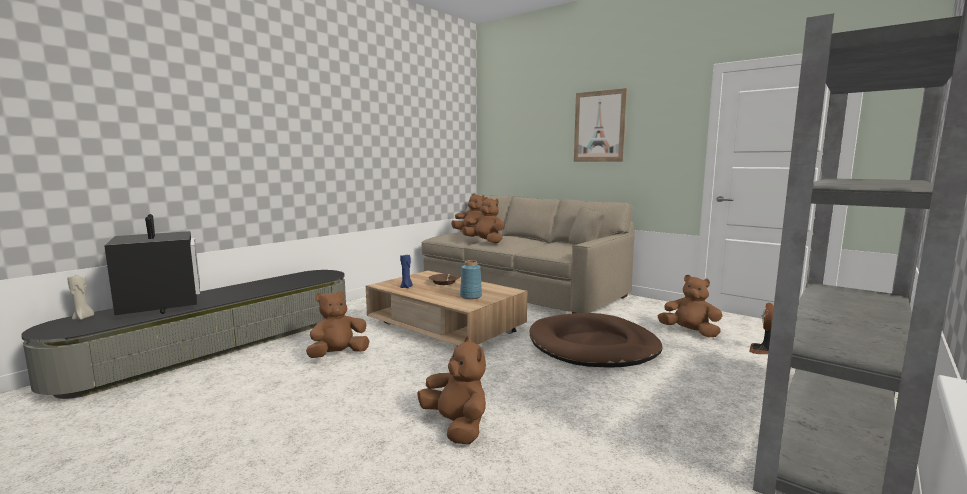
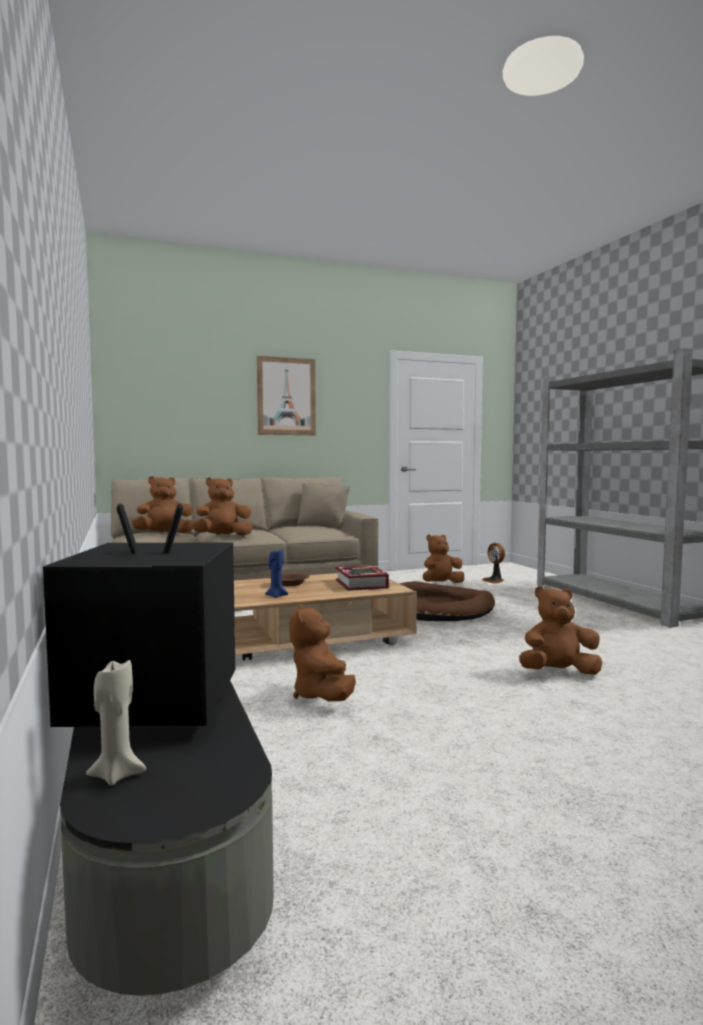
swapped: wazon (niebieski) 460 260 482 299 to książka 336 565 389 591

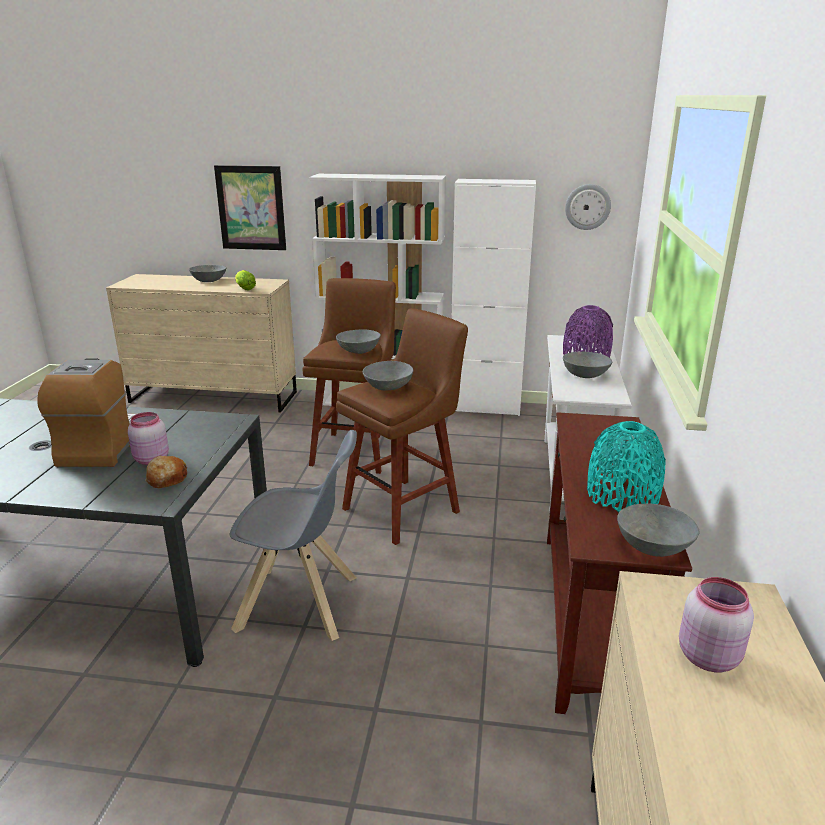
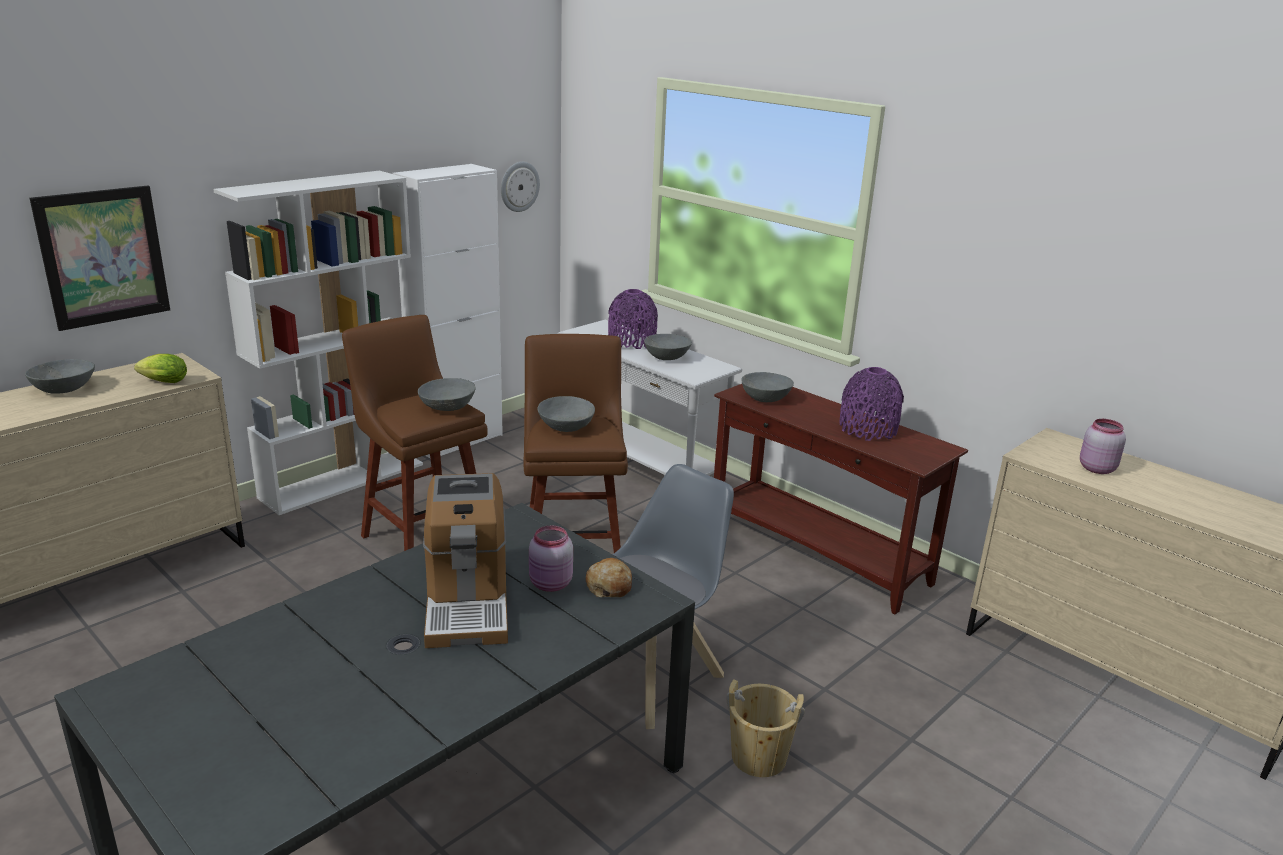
new: wiadro (beżowy) 726 679 805 777
shifted: miska (szary) 617 503 699 557 to 741 372 794 402
repainted: wazon (turkusowy) 587 421 666 512 to wazon (fioletowy) 839 367 904 441
rotated: ekspres do kawy 37 358 136 467 = 423 473 508 648 135 degrees counterclockwise

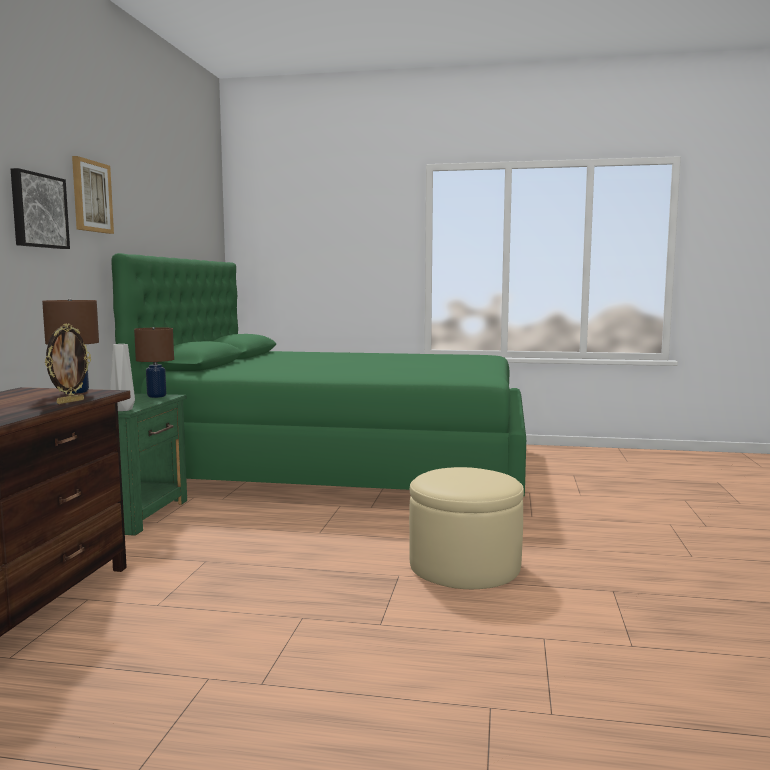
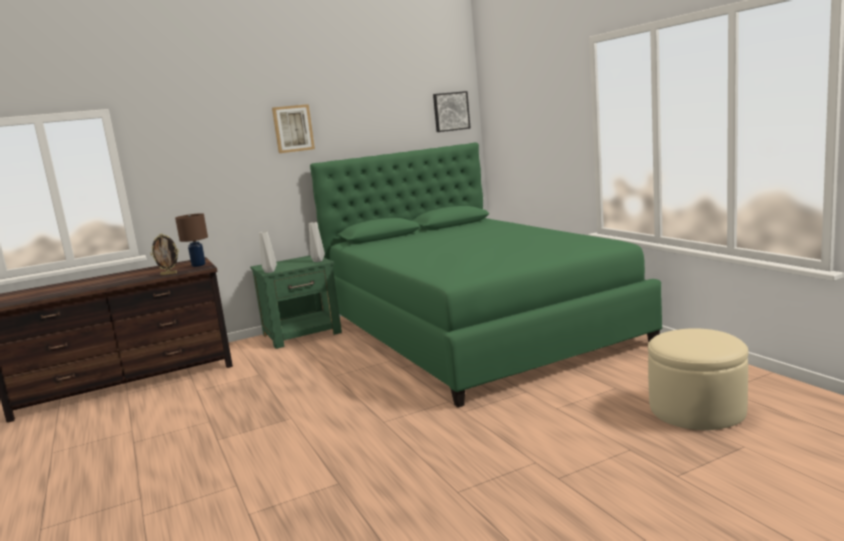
shifted: obraz 11 168 70 249 to 433 91 471 132; pufa (beżowy) 409 467 524 589 to 648 328 748 430
swapped: lampa stołowa (brązowy) 134 327 174 398 to wazon (szary) 309 222 325 262

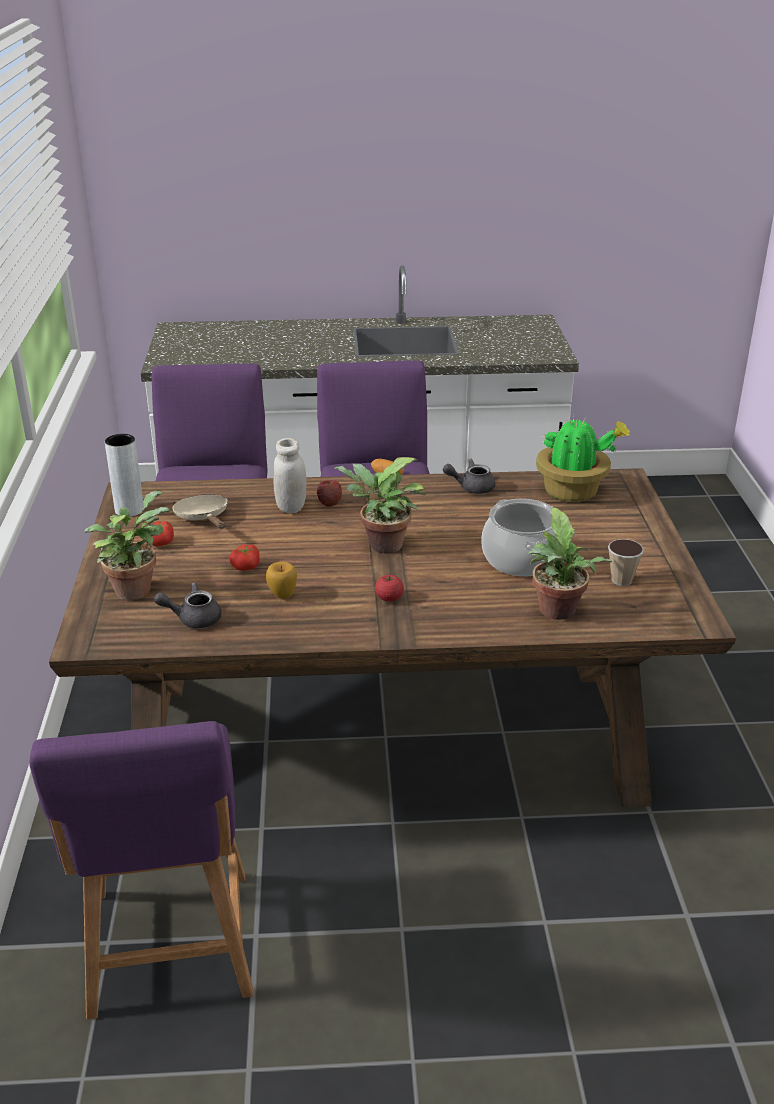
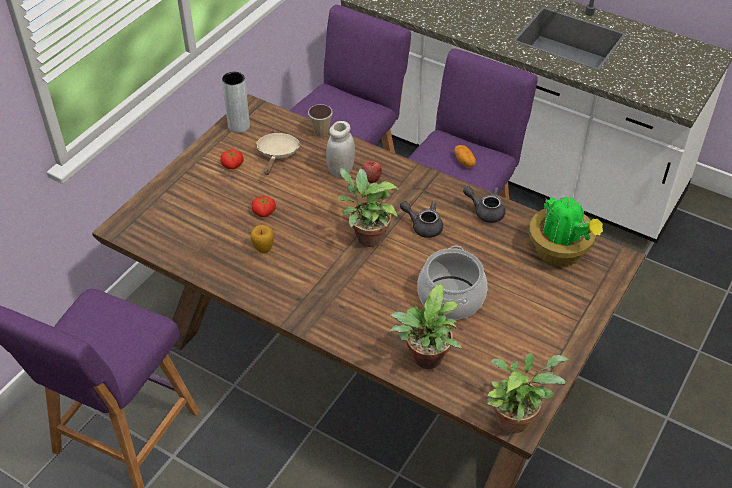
gone: pomidor 375 574 404 602
shifted: roślina doniczkowa 84 491 169 600 to 487 353 569 433; imbryk (szary) 154 582 221 628 to 400 201 443 238; filiżanka 608 539 644 586 to 308 104 333 137

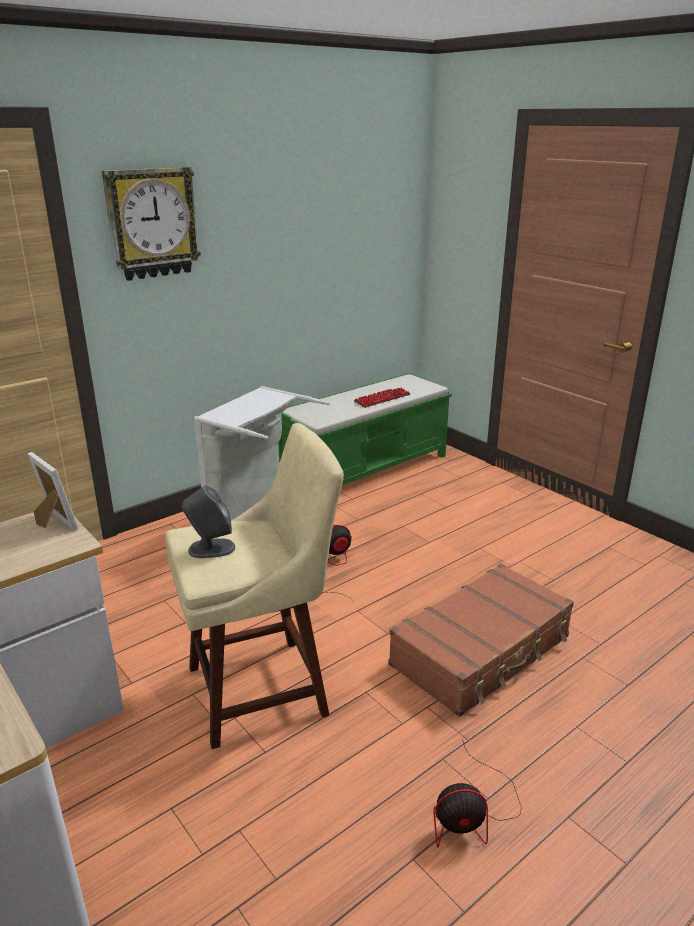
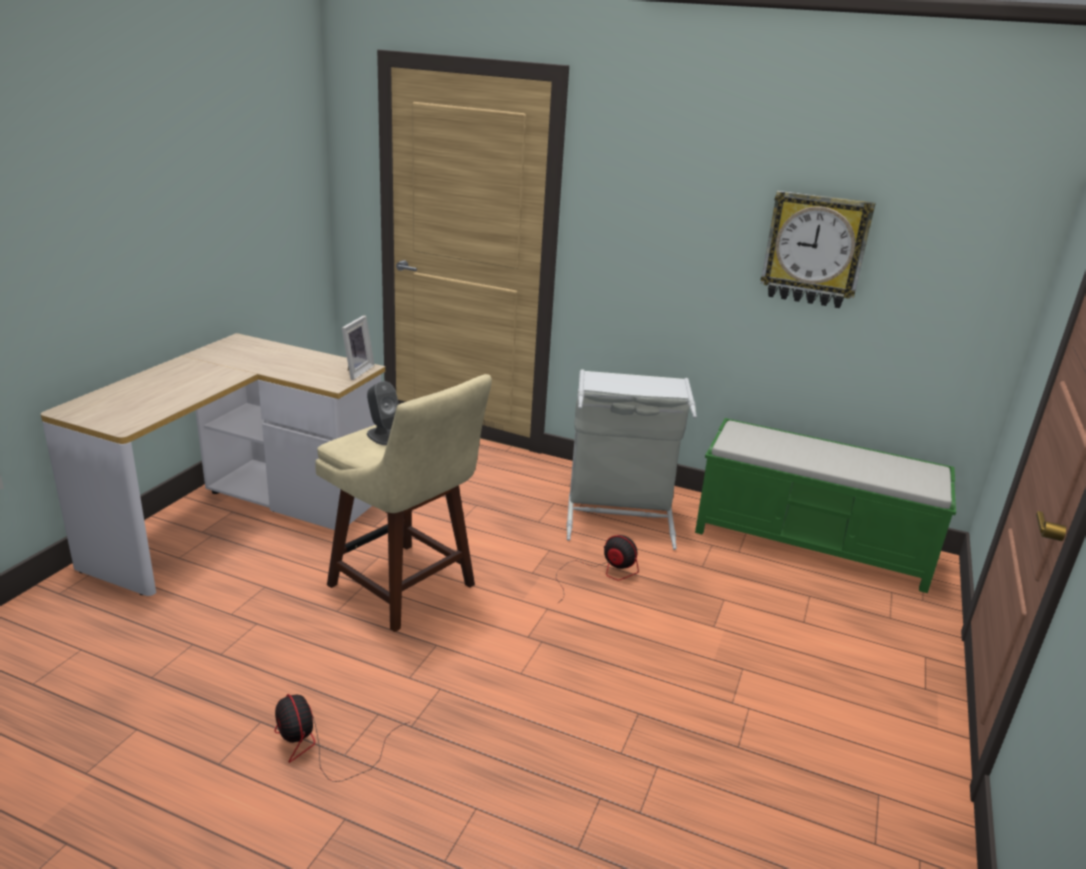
gone: klawiatura 354 388 410 408; walizka (brązowy) 388 563 574 717
shifted: zegar ścienny 102 167 201 281 to 760 191 876 308

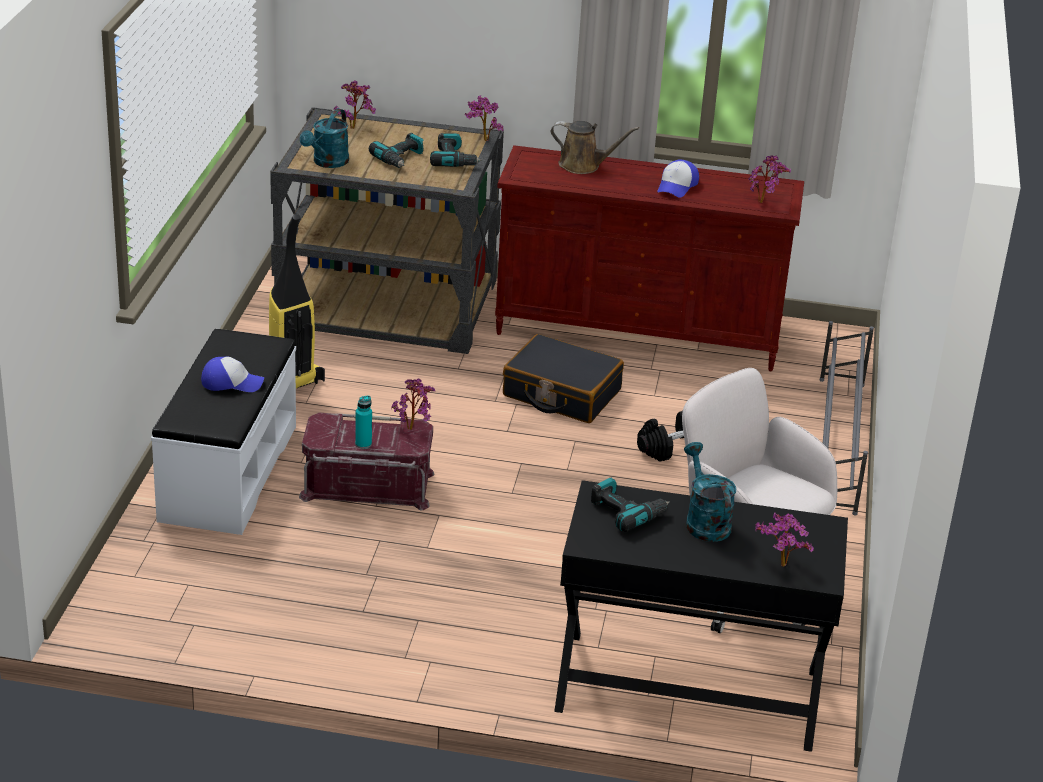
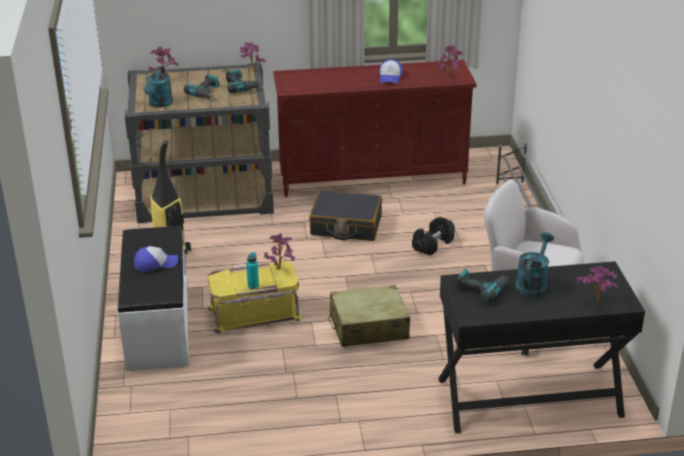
gone: konewka (brązowy) 551 121 639 174
new: walizka (beżowy) 328 285 410 347
repainted: pojemnik do przechowywania (czerwony) 299 413 435 510 to pojemnik do przechowywania (żółty) 207 261 303 334
rotated: konewka (turkusowy) 684 442 736 542 = 515 232 554 297 60 degrees clockwise

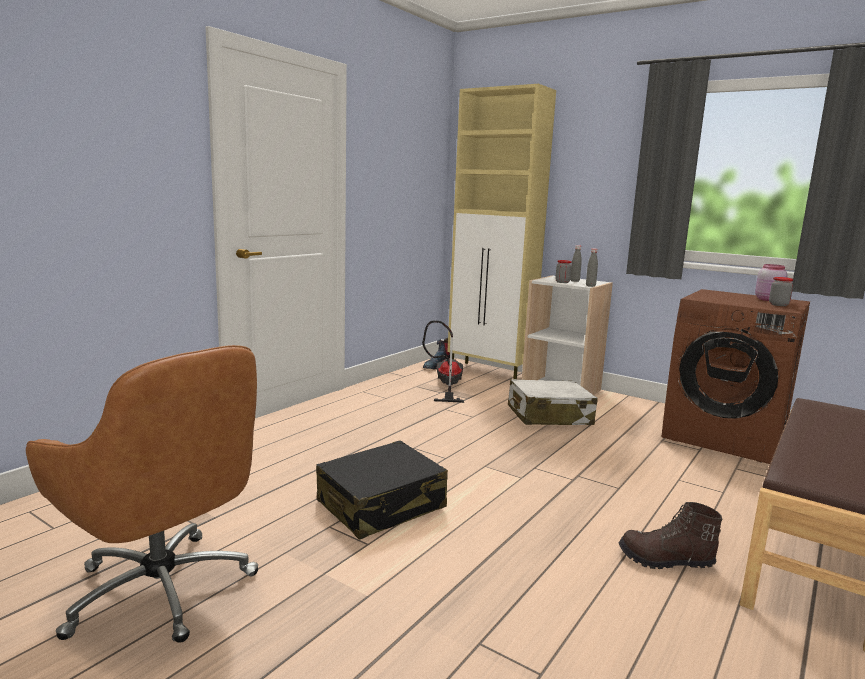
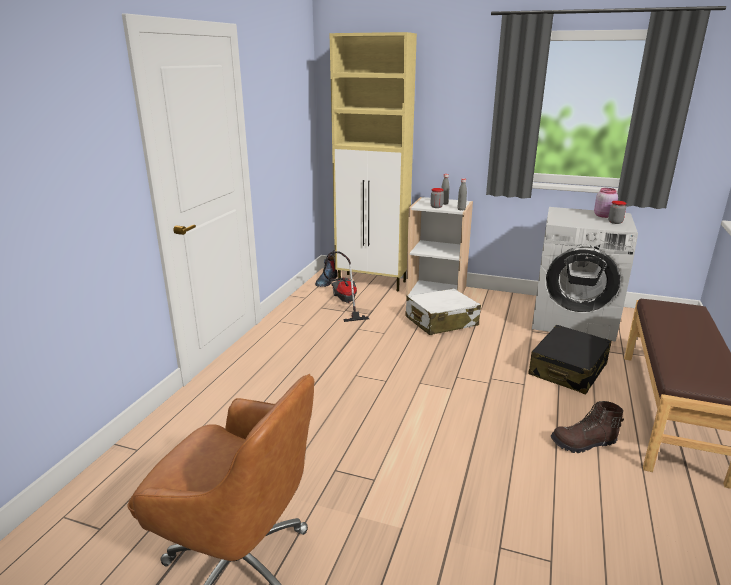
shifted: walizka (czarny) 316 441 448 539 to 528 325 612 394
repainted: pralka (brązowy) 661 289 810 464 to pralka (biały) 532 207 638 341

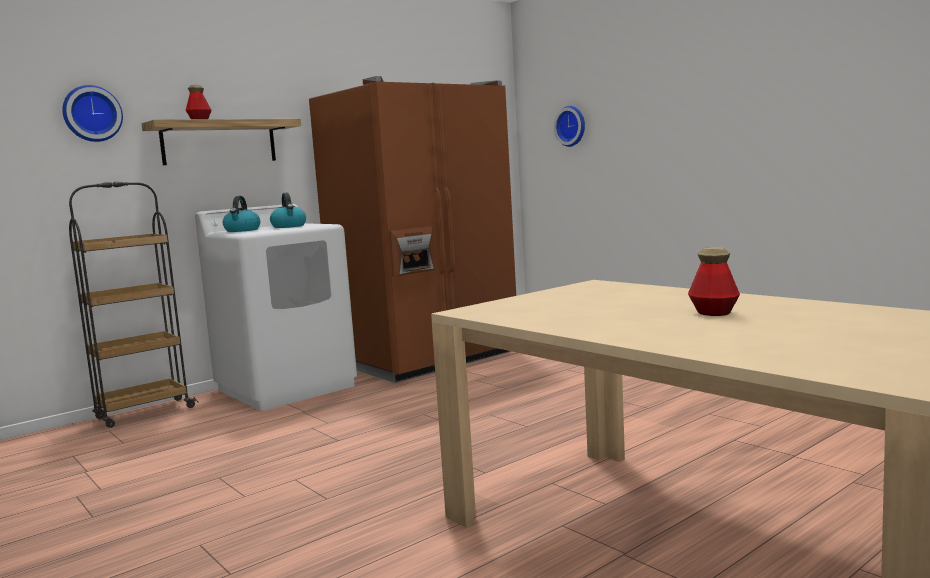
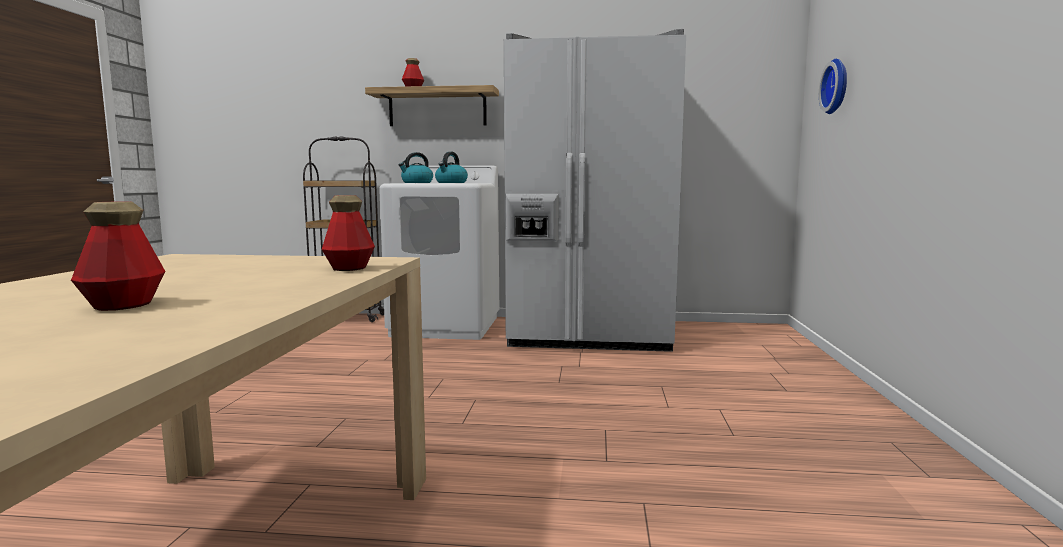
gone: zegar ścienny 62 85 123 142
new: butelka 322 195 375 271
repainted: lodówka (brązowy) 309 76 516 383 to lodówka (biały) 504 29 686 352

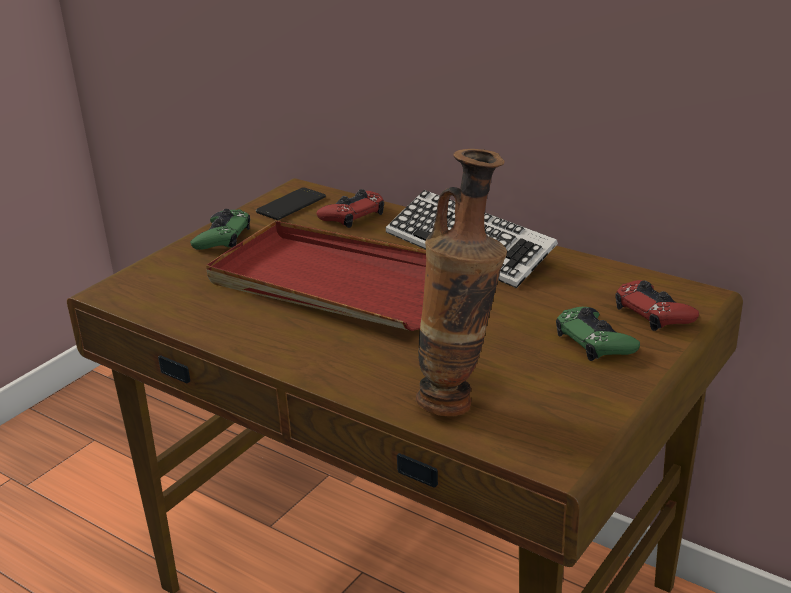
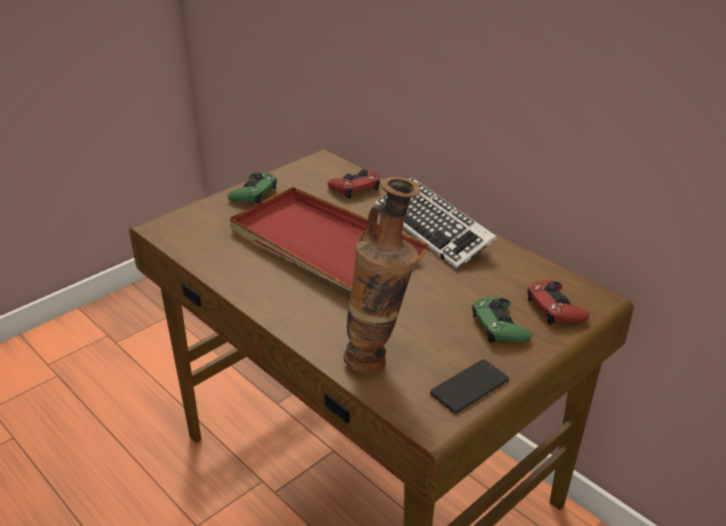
shifted: telefon 256 187 326 220 to 430 360 509 413

